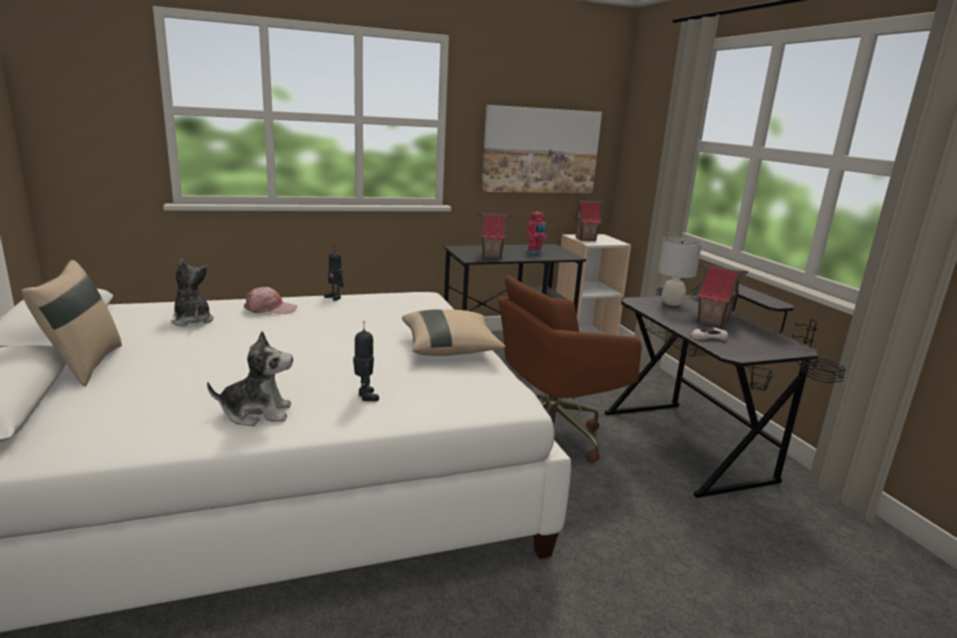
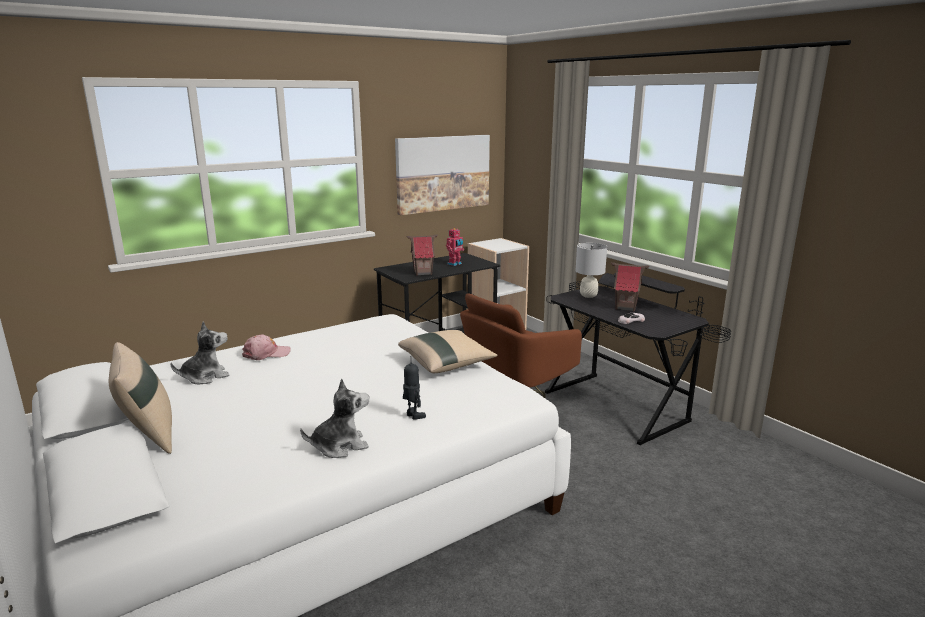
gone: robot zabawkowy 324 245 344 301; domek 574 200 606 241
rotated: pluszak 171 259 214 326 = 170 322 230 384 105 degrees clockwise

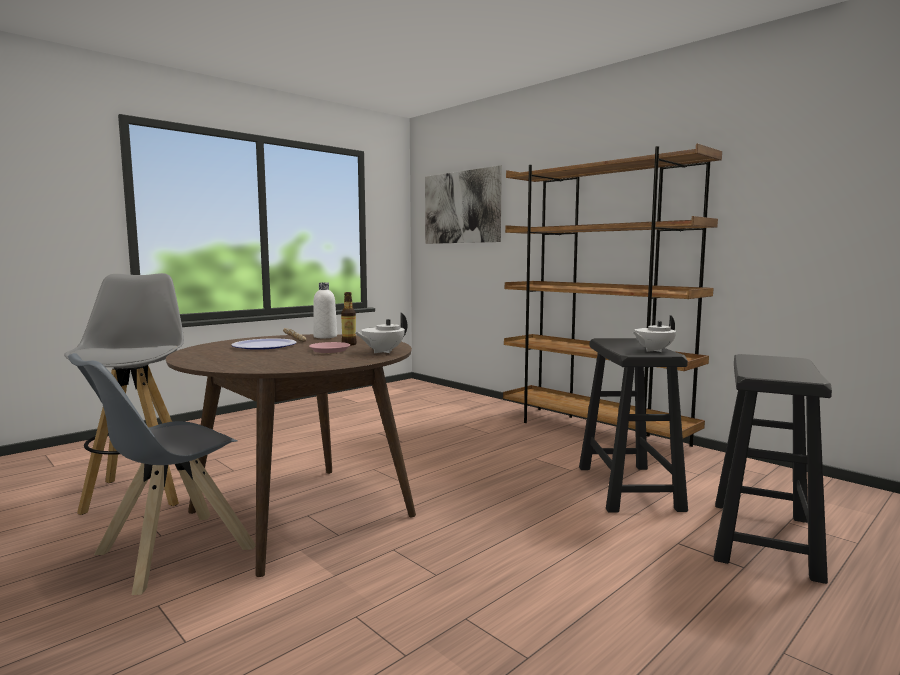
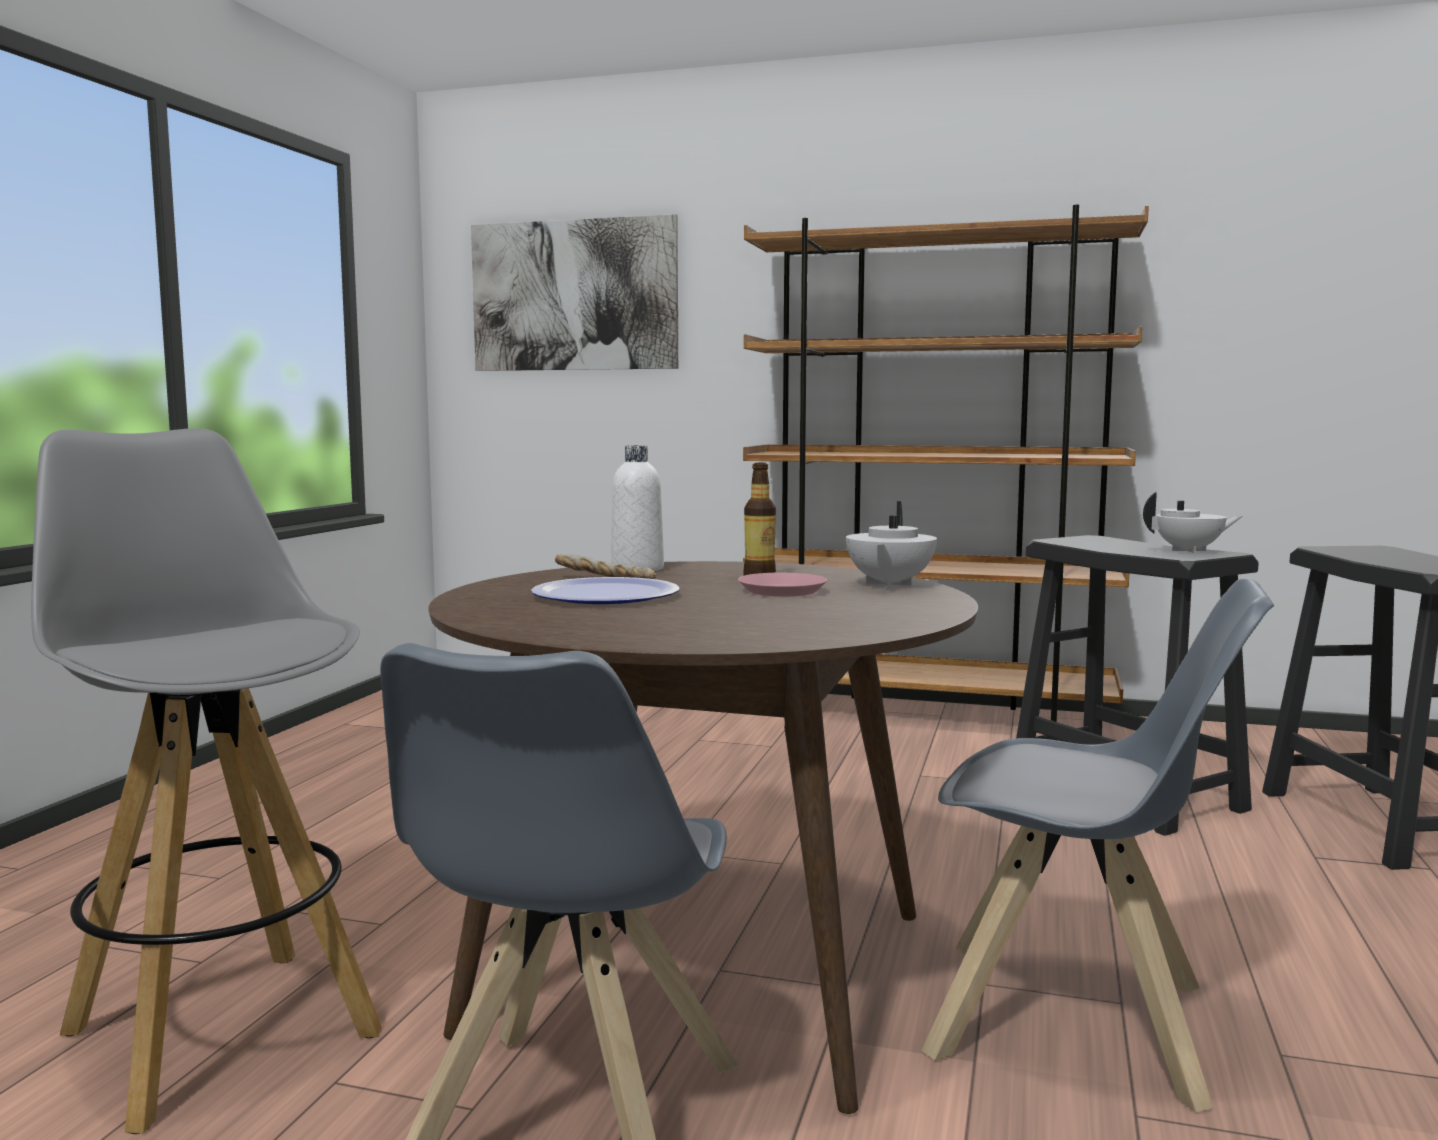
new: krzesło (szary) 921 578 1274 1113
rotated: imbryk (biały) 633 315 676 352 = 1143 492 1243 553 120 degrees counterclockwise

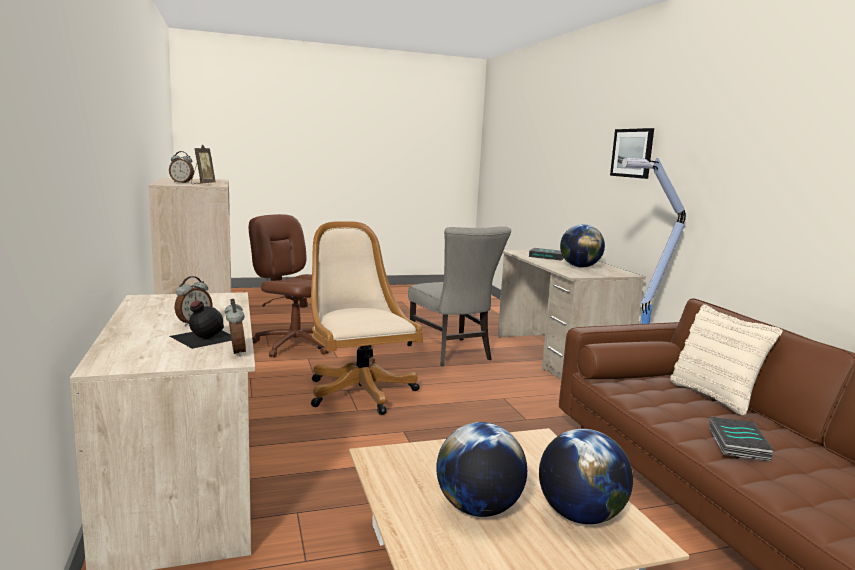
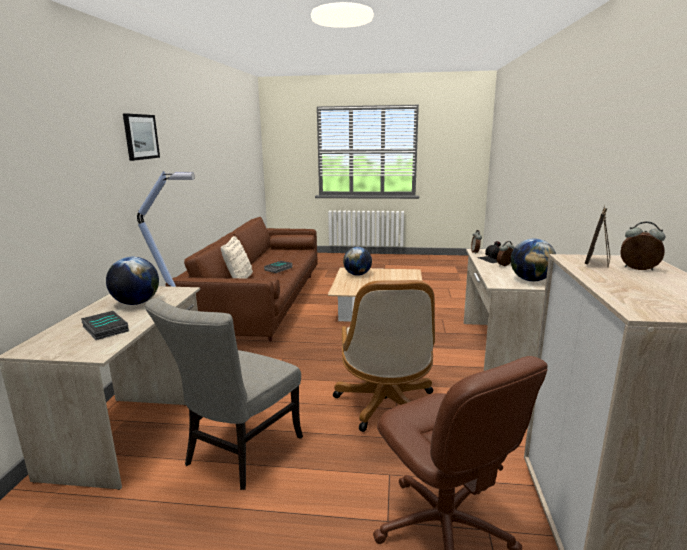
shifted: globus 436 422 527 517 to 511 238 556 281; obraz 610 128 654 179 to 123 113 160 161
rotated: krzesło (szary) 407 226 512 366 = 145 298 303 490 150 degrees counterclockwise

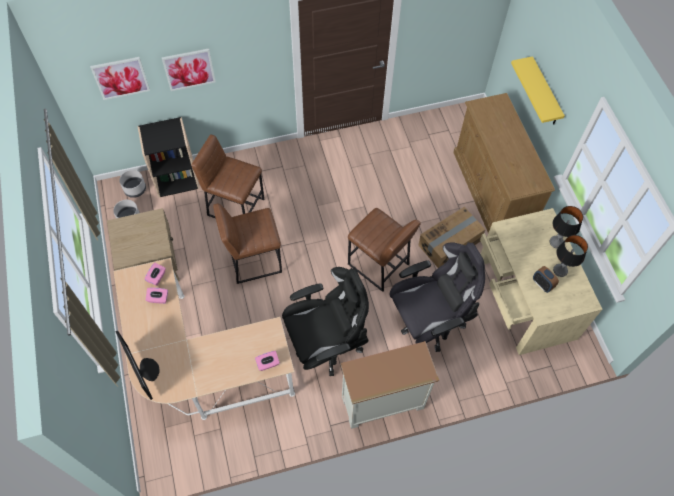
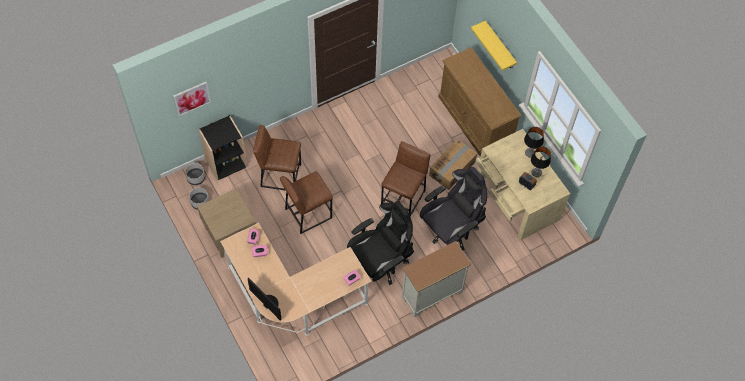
gone: obraz 162 48 216 91
rotated: krzesło (brązowy) 348 208 421 292 = 381 141 430 217 90 degrees counterclockwise

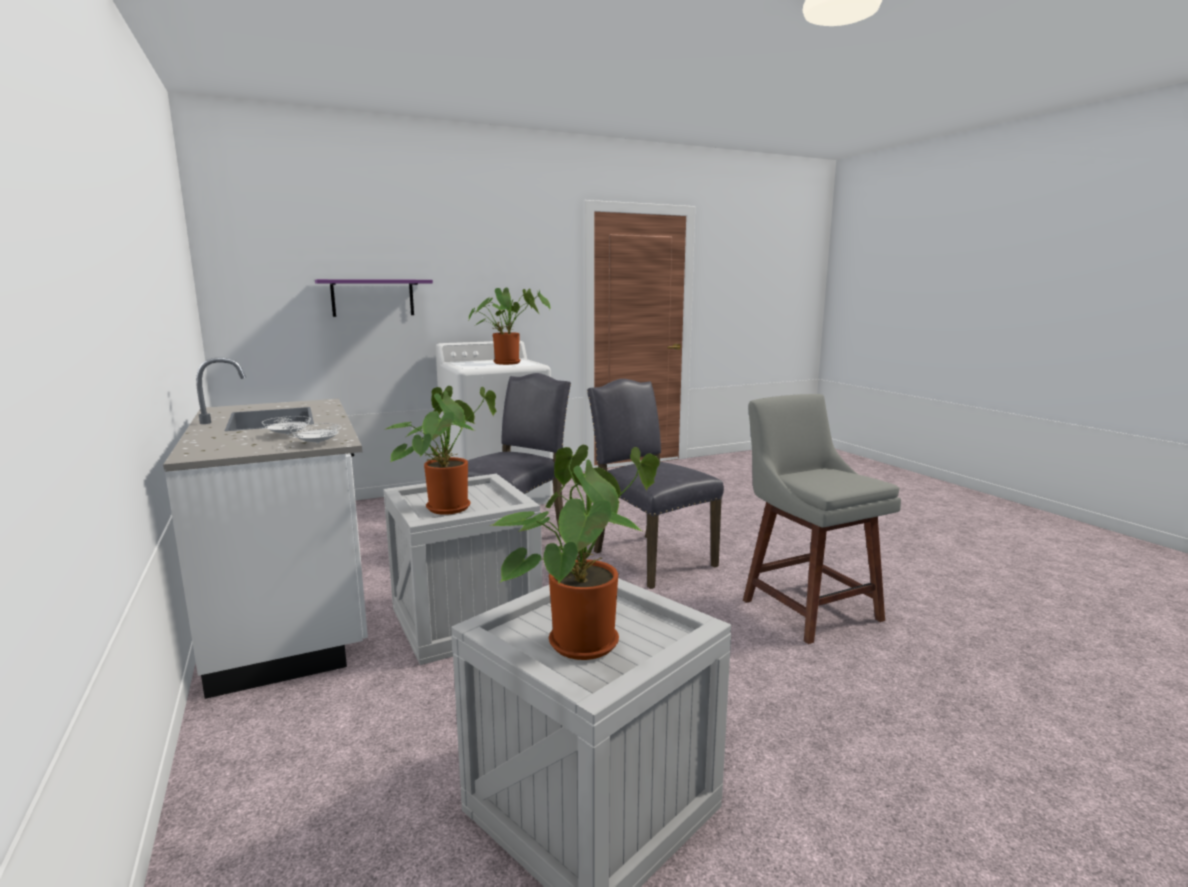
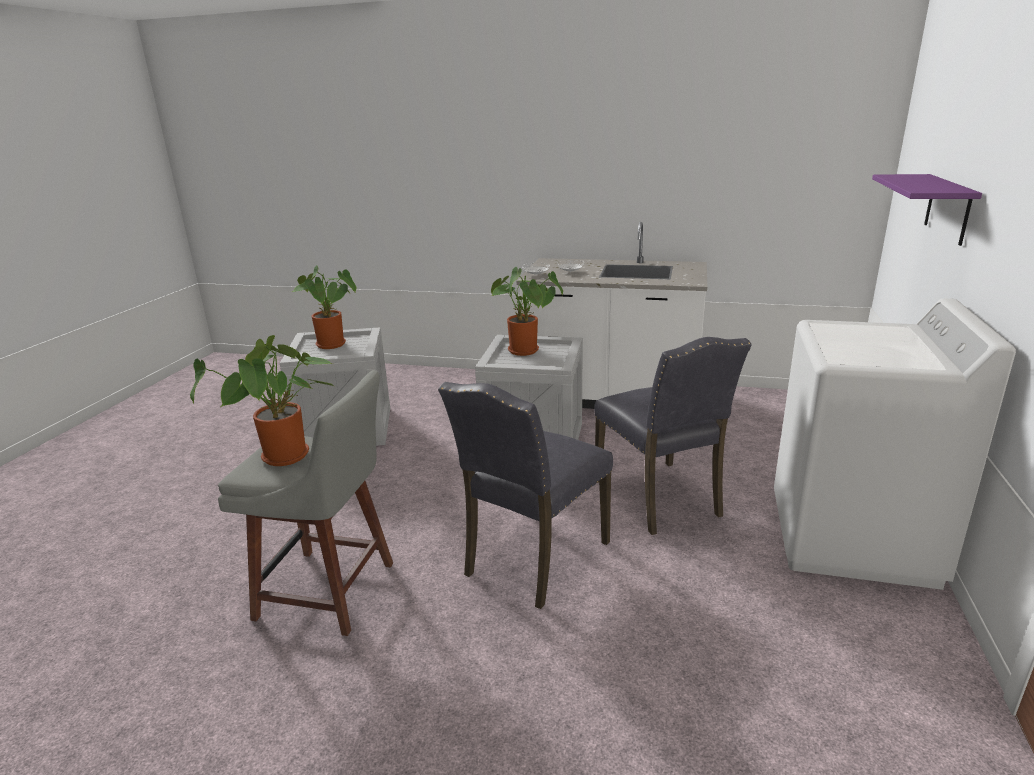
shifted: roślina doniczkowa 469 287 550 365 to 190 335 334 466
rotated: krzesło (szary) 587 379 724 589 = 438 382 613 609 120 degrees clockwise

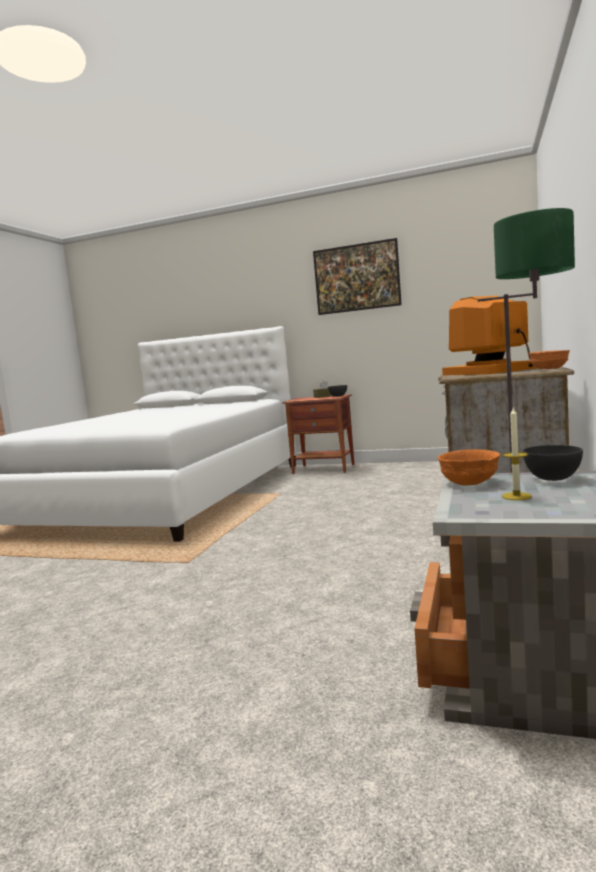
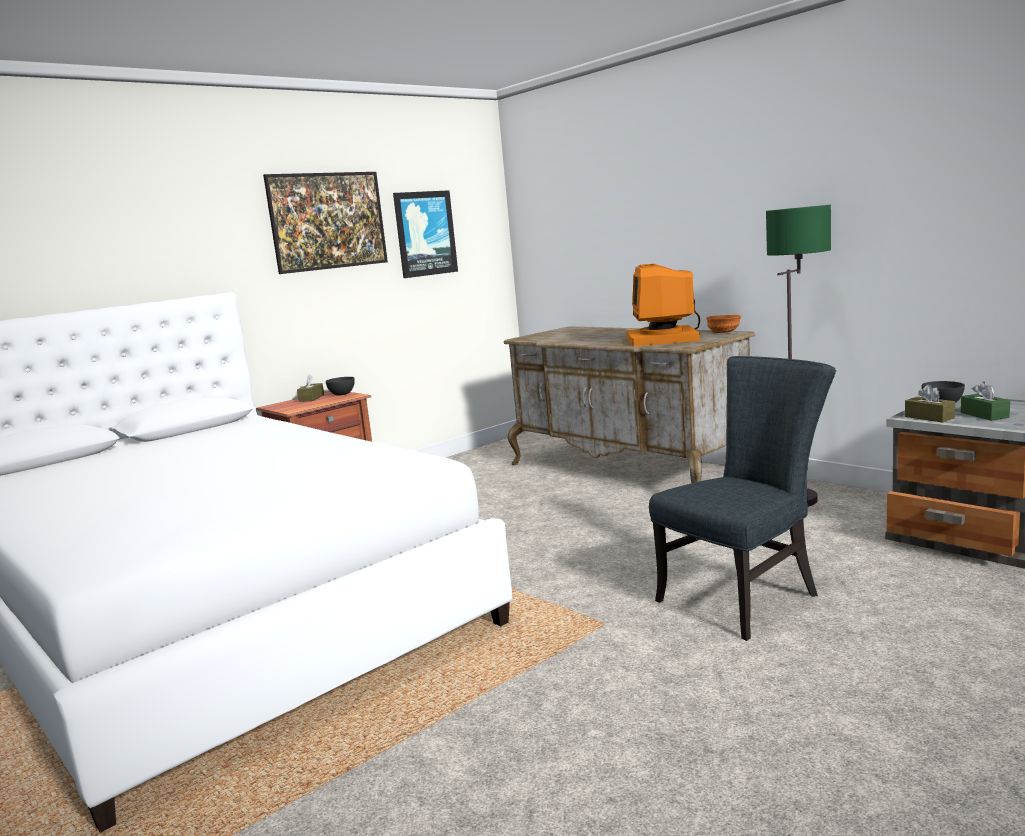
new: obraz 393 190 458 278; krzesło (szary) 649 356 836 641
swapped: miska (pomarańczowy) 438 449 500 486 to pudełko chusteczek (brązowy) 905 384 955 422; świeca 502 408 532 500 to pudełko chusteczek (zielony) 961 381 1010 421

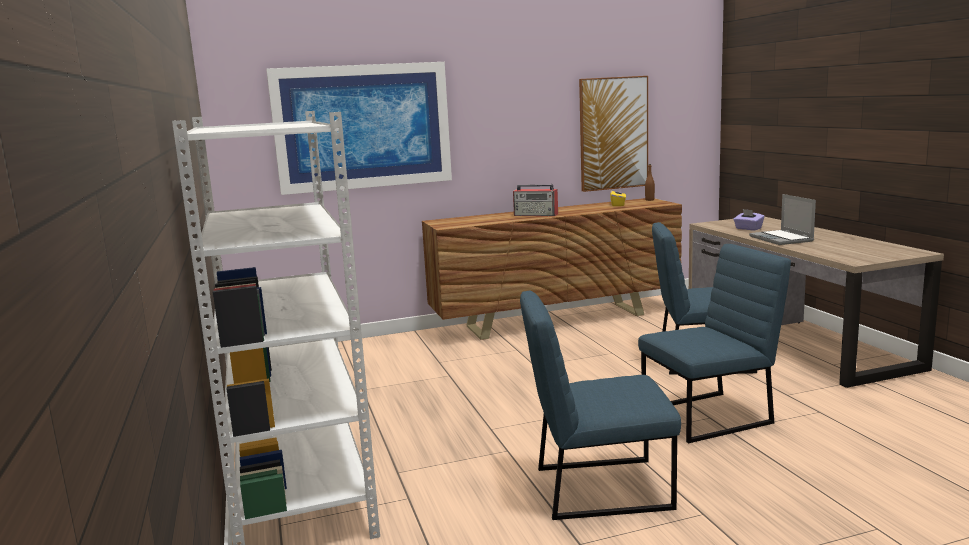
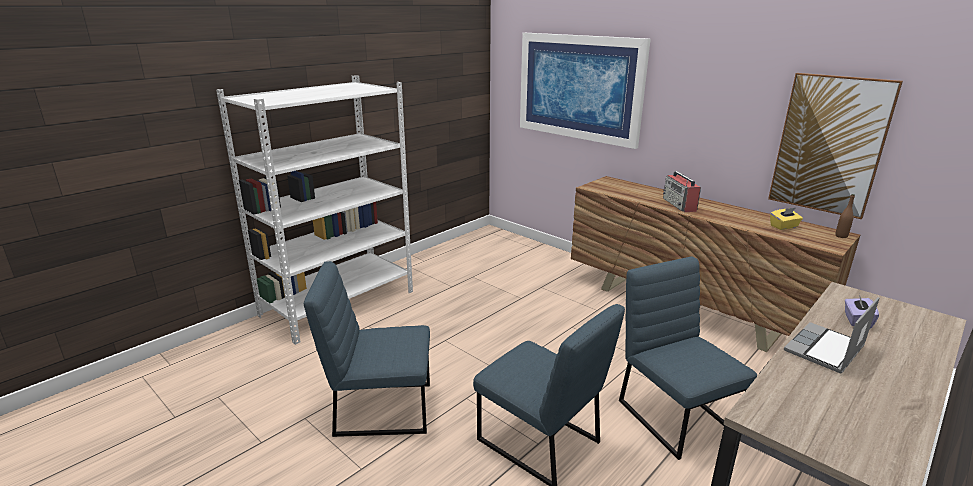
rotated: krzesło (niebieski) 520 291 681 520 = 304 261 430 437 60 degrees counterclockwise

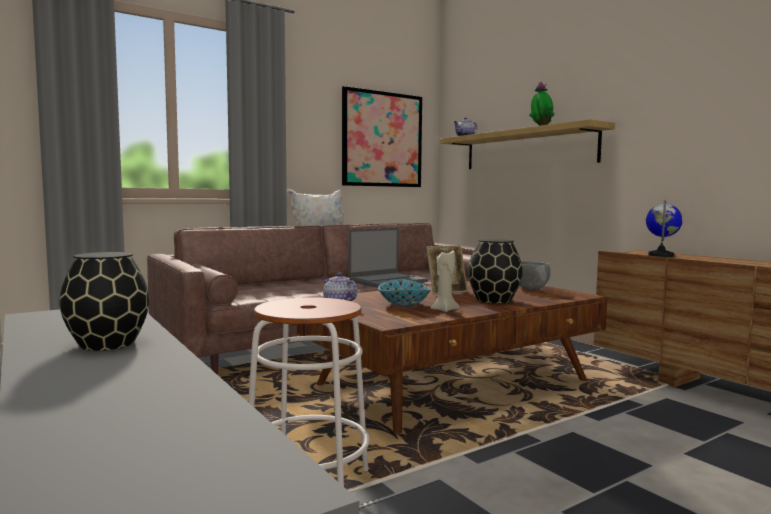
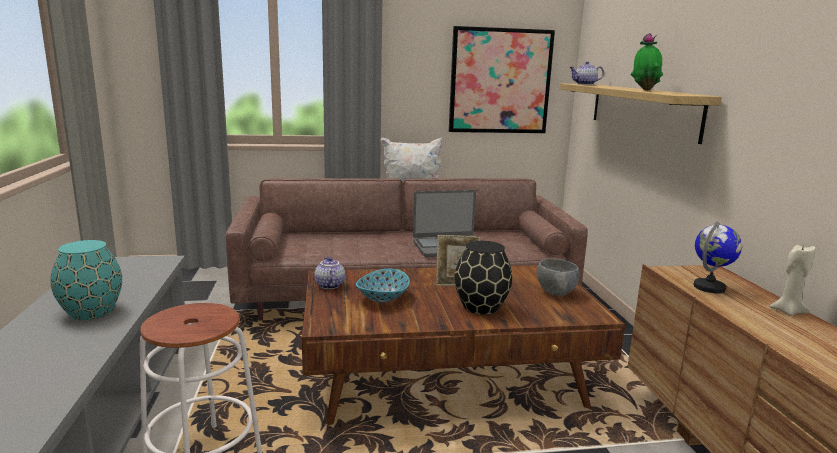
shifted: świeca (beżowy) 430 251 460 312 to 770 244 816 316
repainted: wazon (czarny) 60 252 149 351 to wazon (turkusowy) 50 240 122 320

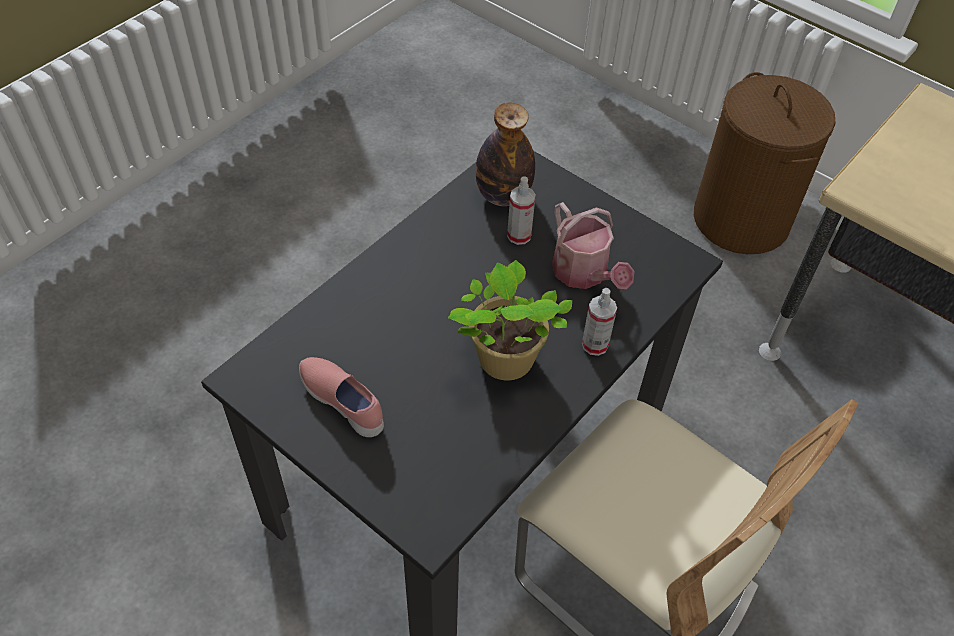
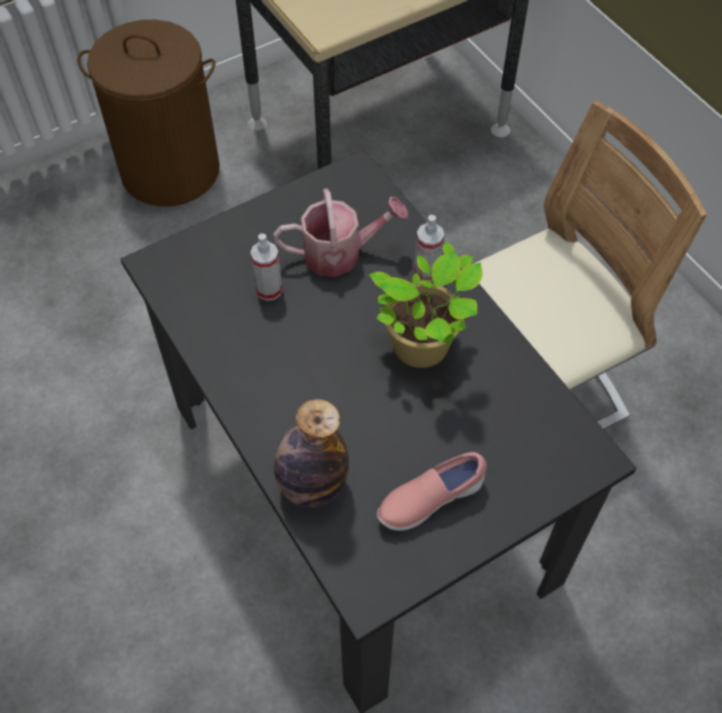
shifted: butelka 475 102 535 206 to 274 399 349 508

